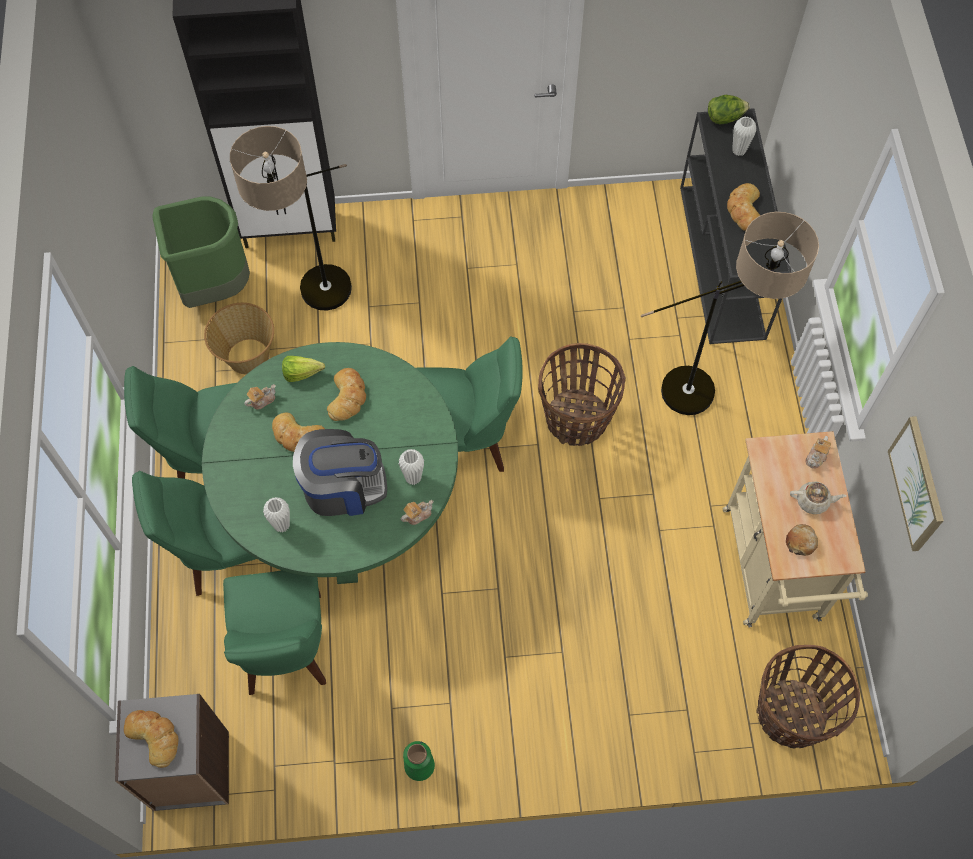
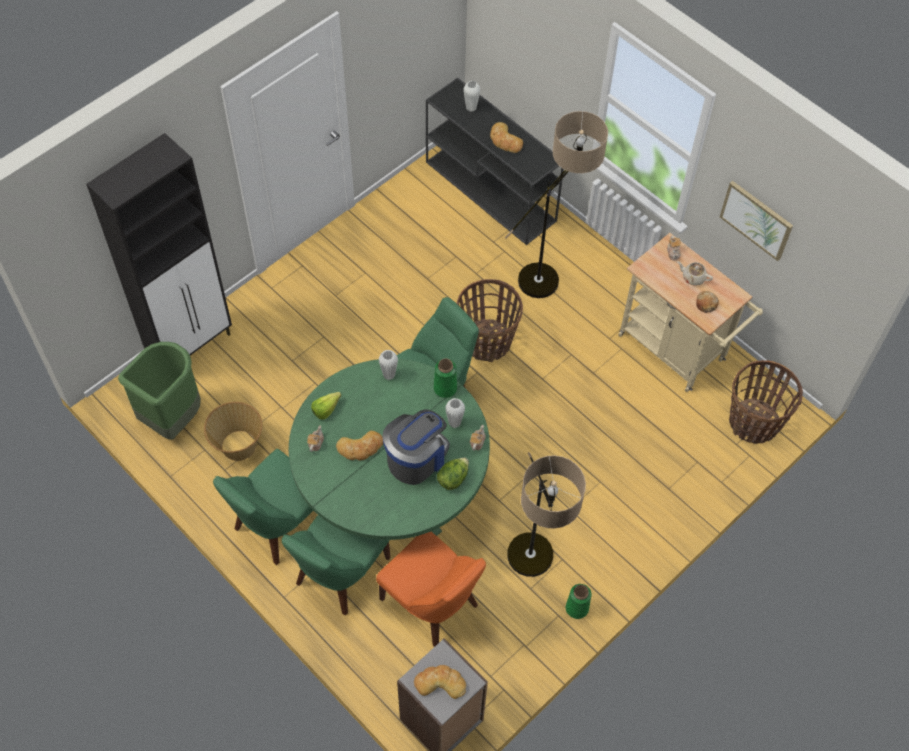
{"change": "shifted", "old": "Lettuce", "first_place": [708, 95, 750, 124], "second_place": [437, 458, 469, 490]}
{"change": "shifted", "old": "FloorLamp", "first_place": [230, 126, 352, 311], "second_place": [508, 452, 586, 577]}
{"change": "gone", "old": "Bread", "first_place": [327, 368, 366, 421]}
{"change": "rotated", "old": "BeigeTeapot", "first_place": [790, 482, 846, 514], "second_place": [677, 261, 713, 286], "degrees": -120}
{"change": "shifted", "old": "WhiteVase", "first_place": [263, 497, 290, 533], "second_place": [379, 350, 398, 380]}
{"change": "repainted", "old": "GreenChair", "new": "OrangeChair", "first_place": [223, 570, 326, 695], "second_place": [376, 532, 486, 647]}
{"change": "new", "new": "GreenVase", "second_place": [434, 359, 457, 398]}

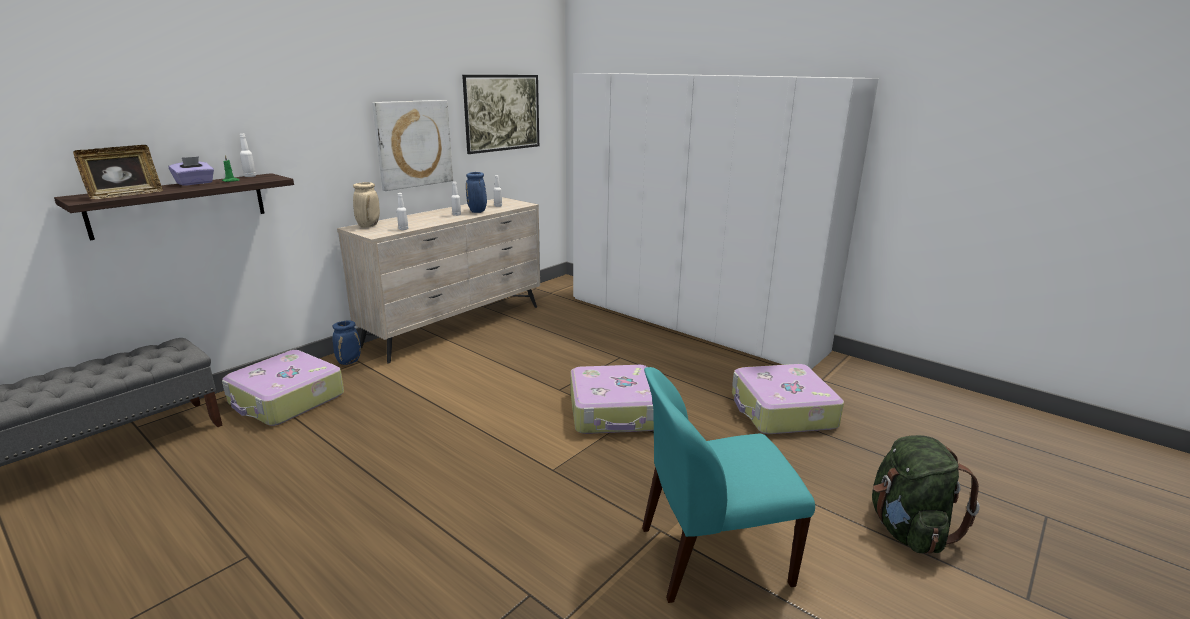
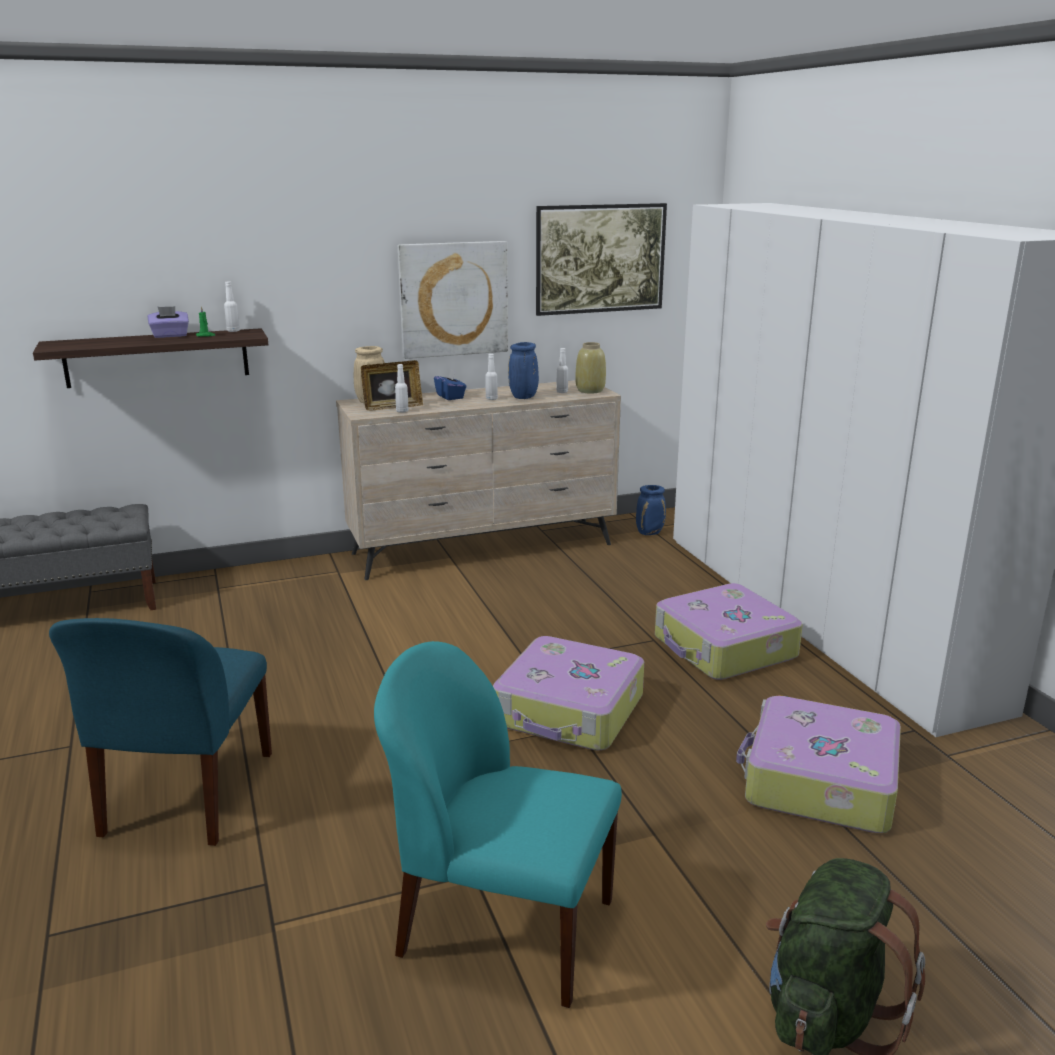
{"change": "shifted", "old": "PictureFrame", "first_place": [73, 145, 163, 199], "second_place": [361, 360, 423, 411]}
{"change": "shifted", "old": "BlueVase", "first_place": [332, 321, 361, 365], "second_place": [636, 485, 666, 535]}
{"change": "shifted", "old": "Suitcase", "first_place": [222, 350, 344, 426], "second_place": [655, 583, 803, 680]}
{"change": "new", "new": "BeigeVase", "second_place": [576, 342, 606, 394]}
{"change": "new", "new": "BlueTissueBox", "second_place": [434, 370, 466, 400]}
{"change": "new", "new": "BlueChair", "second_place": [49, 618, 272, 846]}

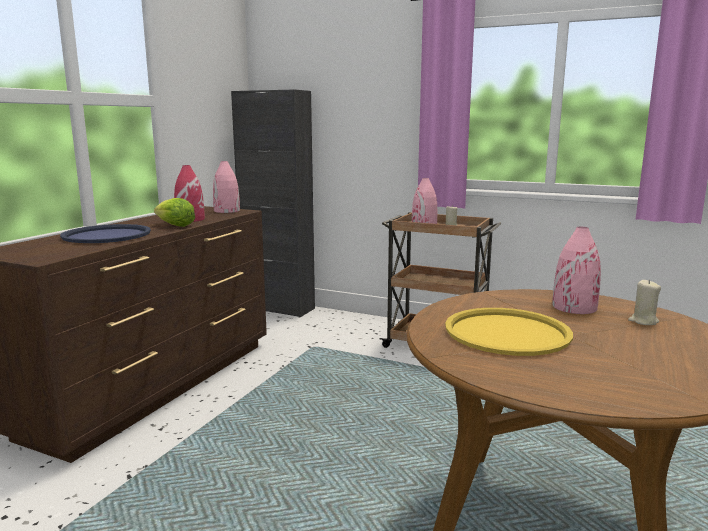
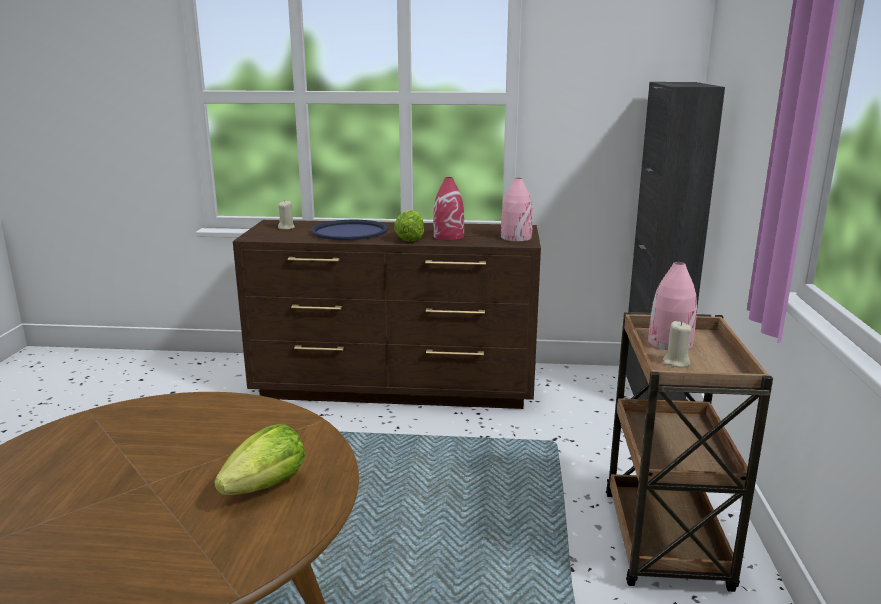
{"change": "swapped", "old": "PinkVase", "new": "Lettuce", "first_place": [552, 227, 601, 314], "second_place": [214, 424, 305, 495]}
{"change": "shifted", "old": "BeigeCandle", "first_place": [628, 280, 661, 325], "second_place": [278, 200, 295, 230]}
{"change": "gone", "old": "YellowTray", "first_place": [445, 308, 573, 356]}

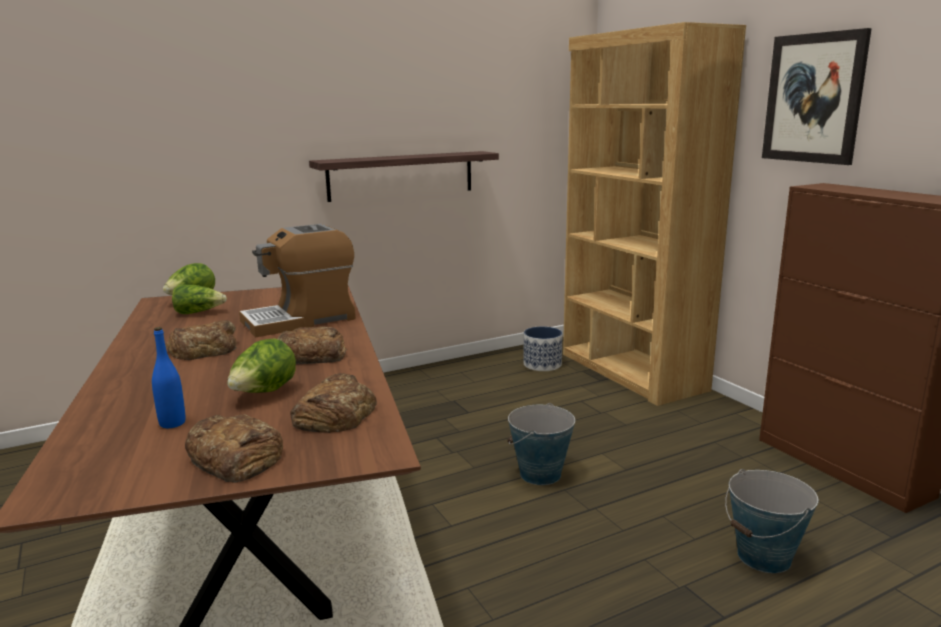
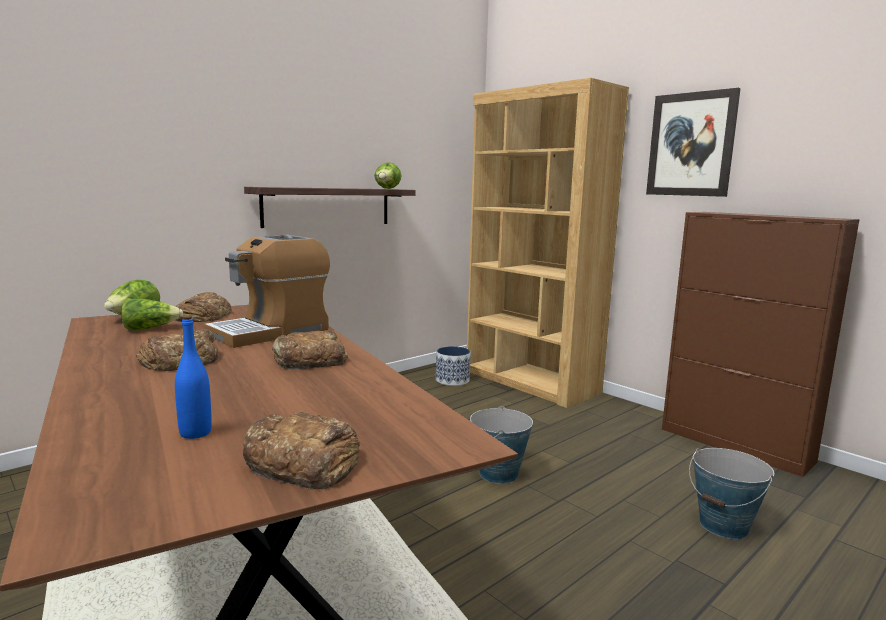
{"change": "shifted", "old": "Lettuce", "first_place": [227, 338, 296, 393], "second_place": [374, 162, 401, 189]}
{"change": "shifted", "old": "Bread", "first_place": [290, 373, 377, 433], "second_place": [174, 292, 231, 322]}

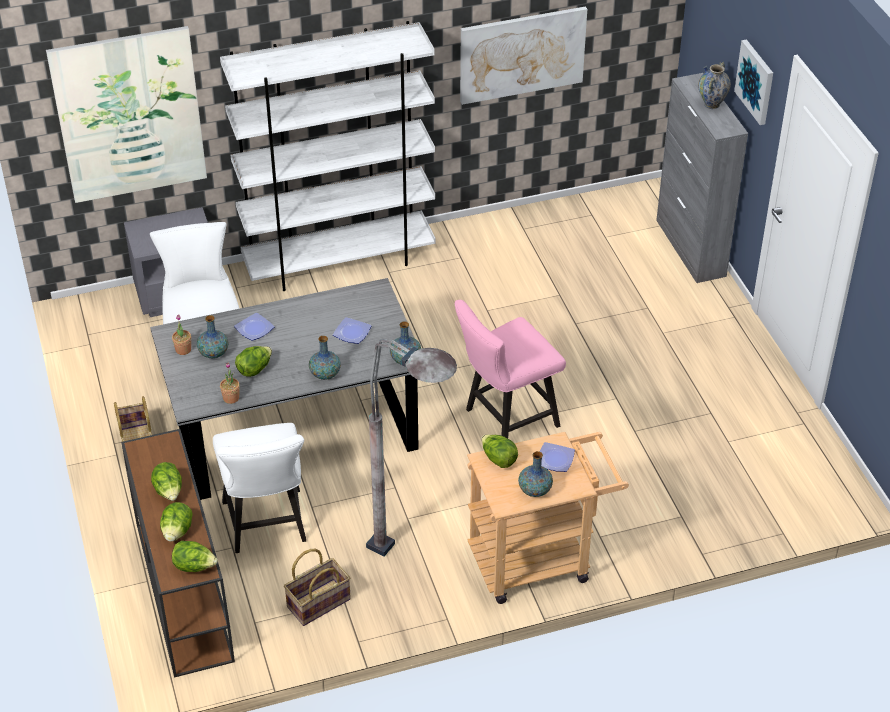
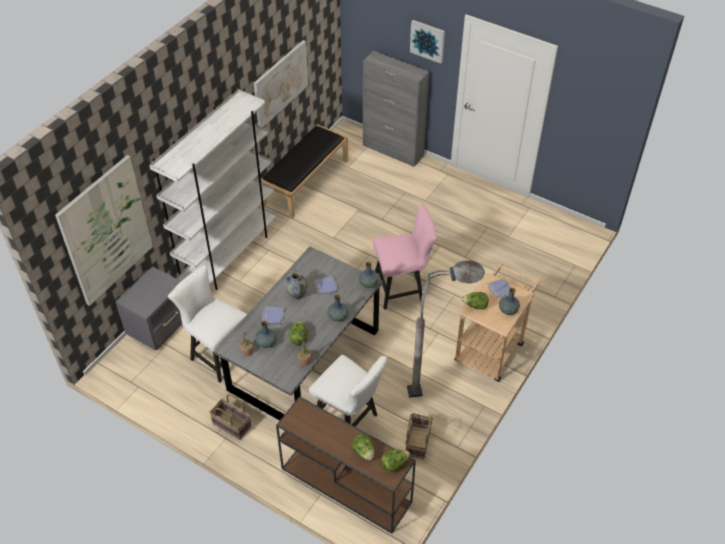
{"change": "shifted", "old": "Vase", "first_place": [698, 62, 731, 109], "second_place": [285, 268, 308, 300]}
{"change": "rotated", "old": "PinkChair", "first_place": [454, 300, 566, 438], "second_place": [373, 204, 437, 310], "degrees": -120}
{"change": "gone", "old": "Lettuce", "first_place": [151, 462, 182, 501]}
{"change": "new", "new": "BlackBench", "second_place": [261, 124, 348, 219]}

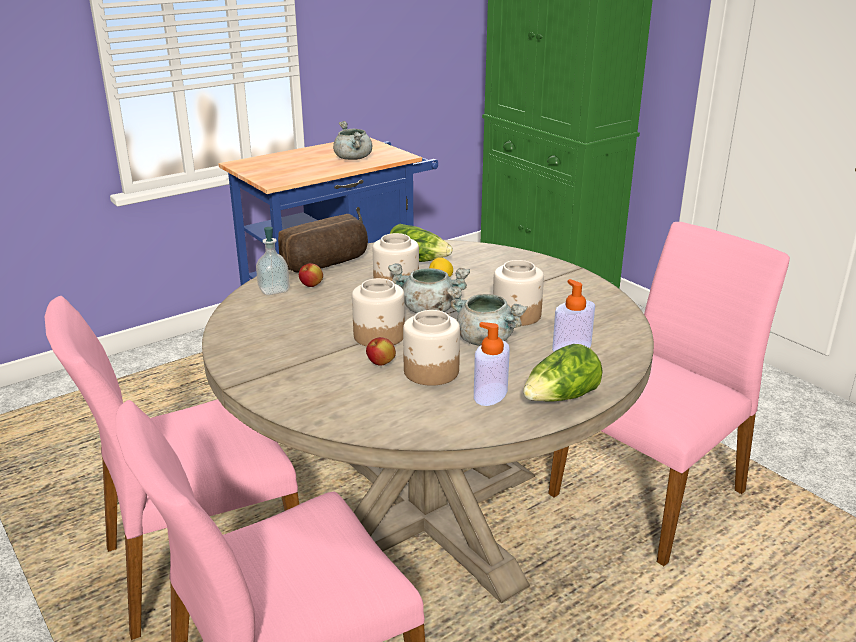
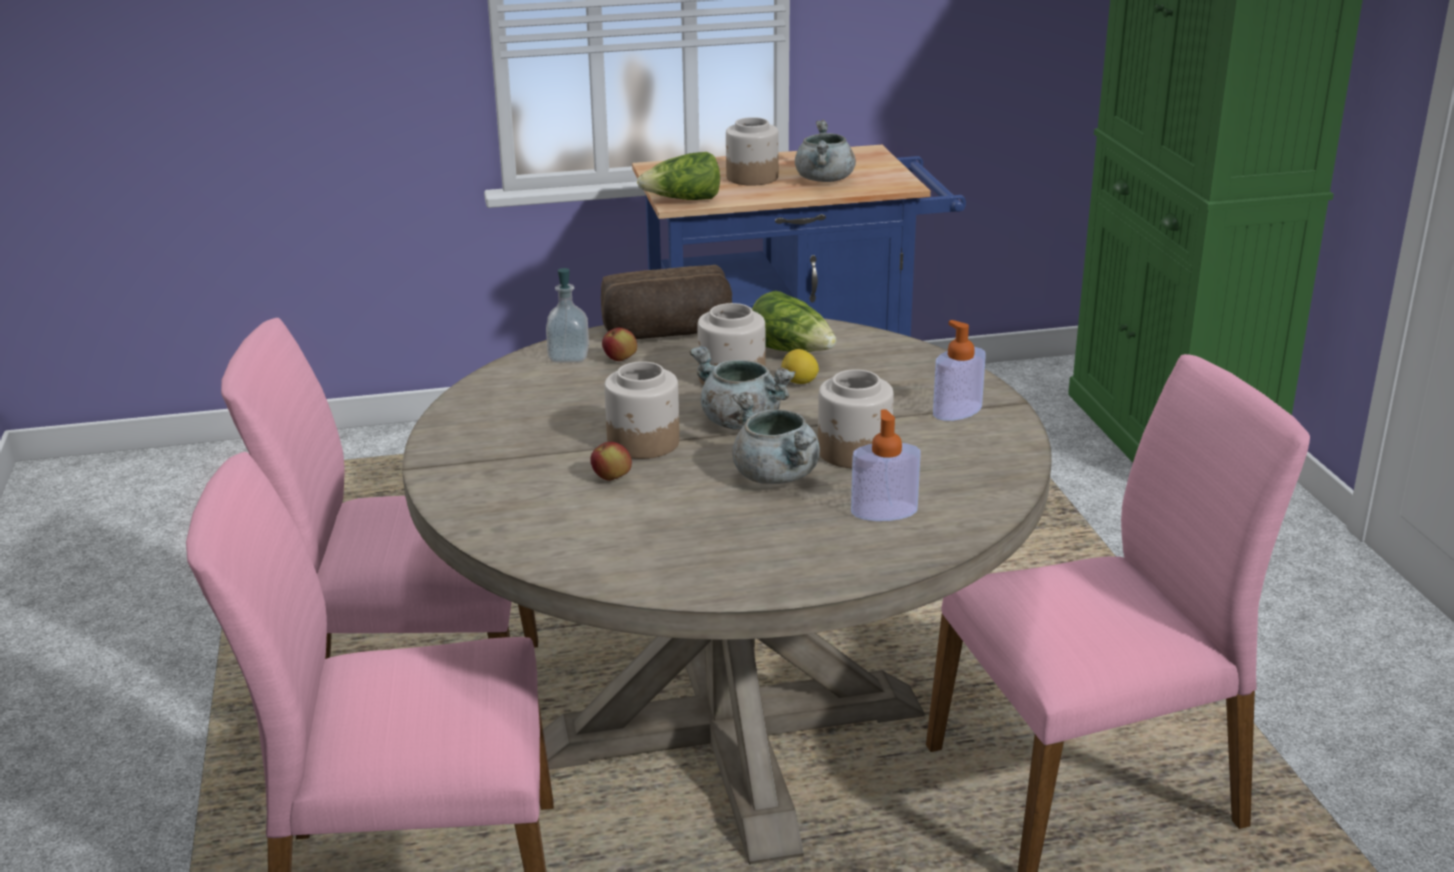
{"change": "shifted", "old": "Jar", "first_place": [403, 310, 460, 386], "second_place": [726, 117, 779, 186]}
{"change": "shifted", "old": "SoapDispenser", "first_place": [474, 322, 510, 406], "second_place": [933, 320, 986, 421]}
{"change": "shifted", "old": "Lettuce", "first_place": [523, 344, 603, 402], "second_place": [637, 152, 720, 200]}

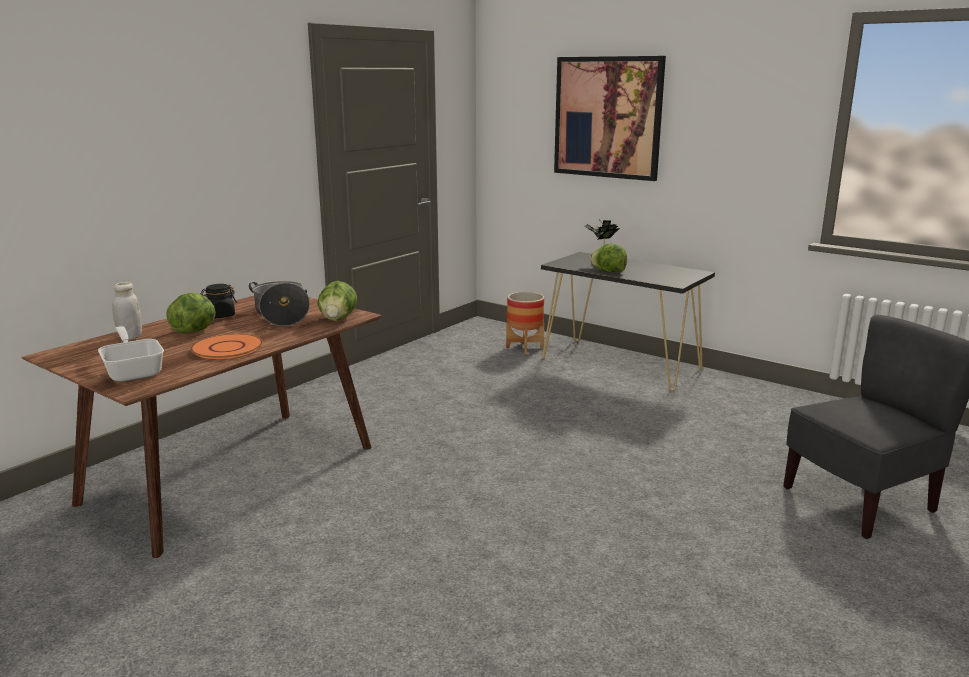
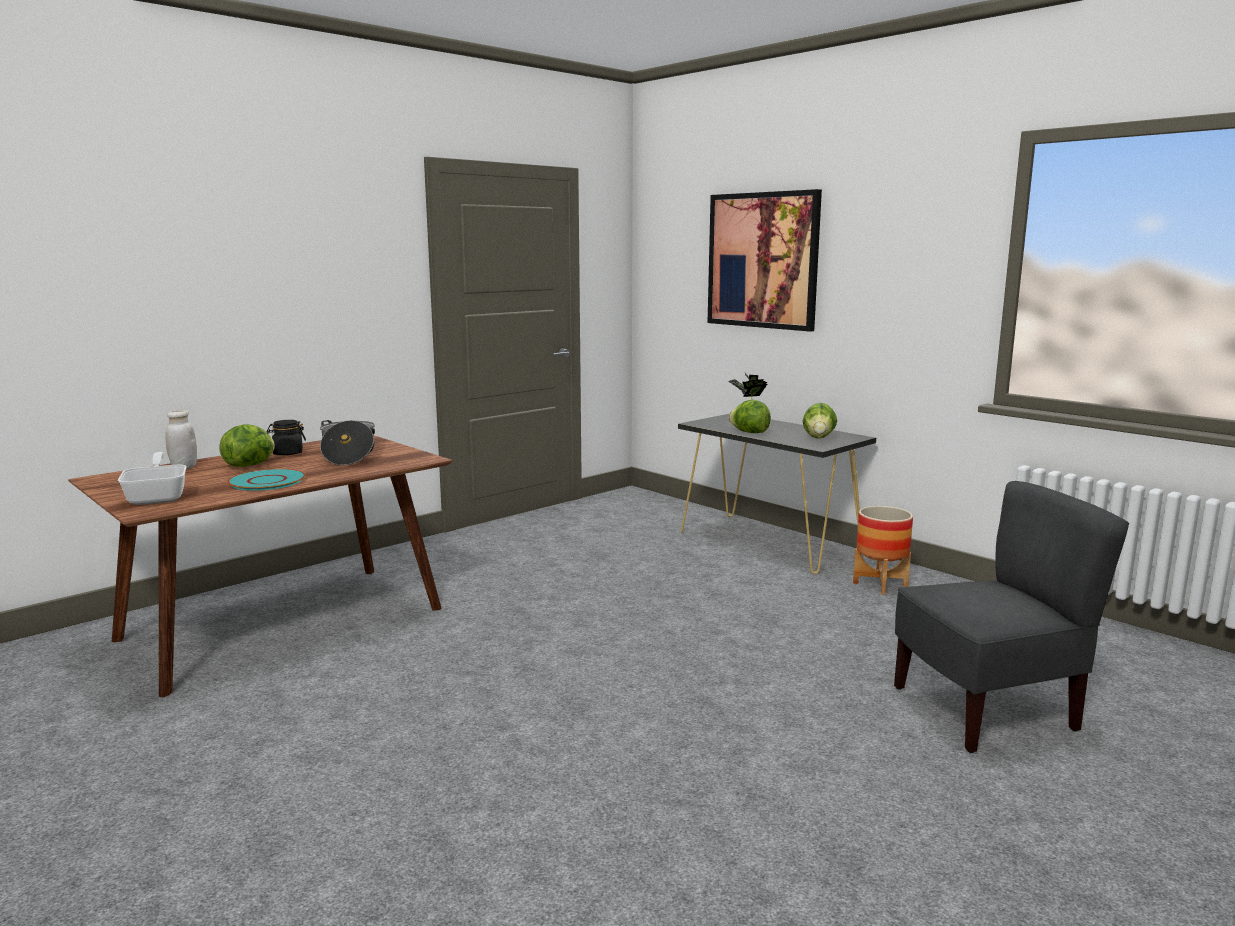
{"change": "shifted", "old": "Lettuce", "first_place": [317, 281, 357, 321], "second_place": [803, 403, 837, 439]}
{"change": "shifted", "old": "Planter", "first_place": [506, 292, 544, 354], "second_place": [853, 506, 913, 595]}
{"change": "repainted", "old": "OrangePlate", "new": "TurquoisePlate", "first_place": [190, 334, 263, 359], "second_place": [227, 469, 306, 491]}

